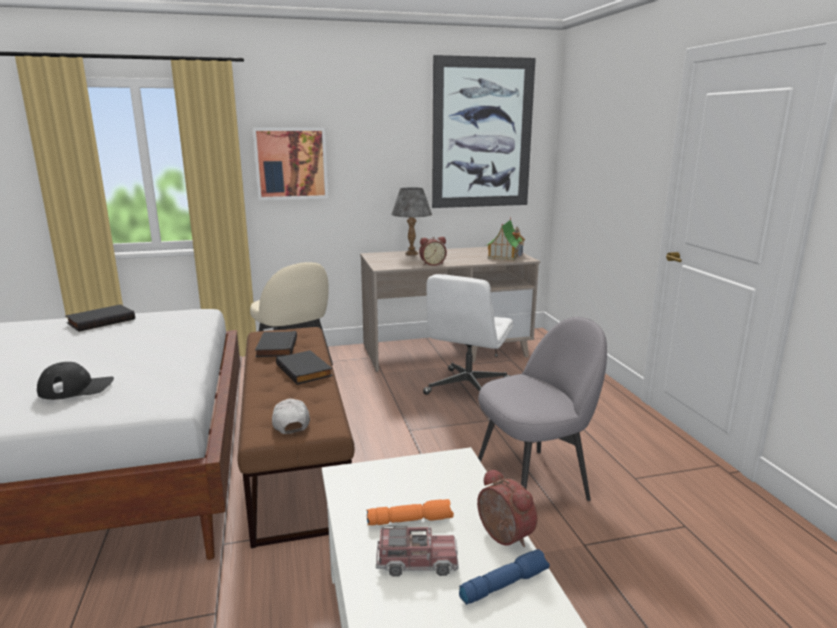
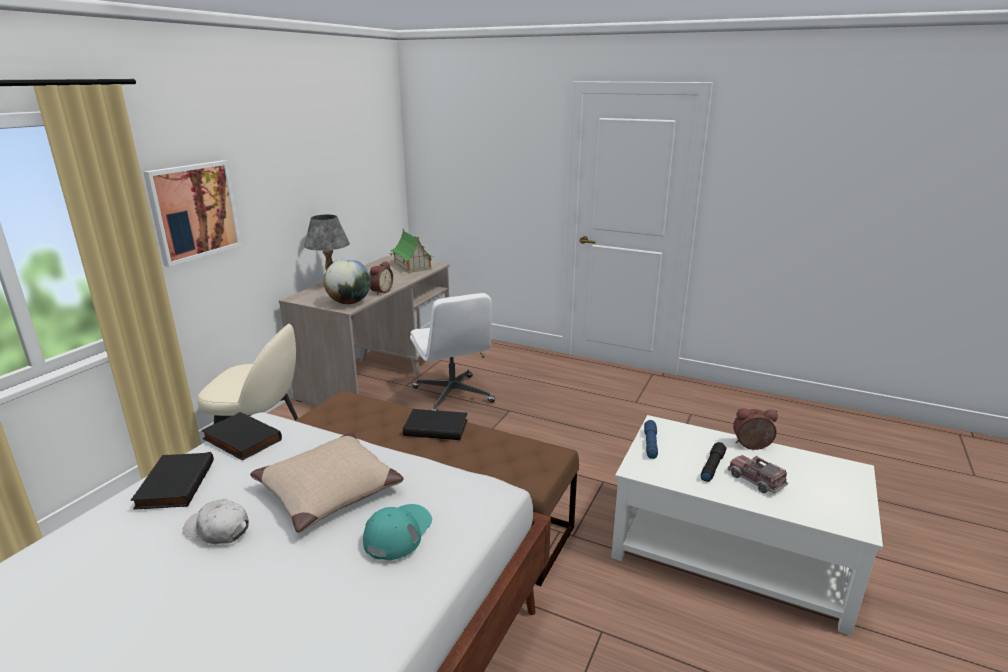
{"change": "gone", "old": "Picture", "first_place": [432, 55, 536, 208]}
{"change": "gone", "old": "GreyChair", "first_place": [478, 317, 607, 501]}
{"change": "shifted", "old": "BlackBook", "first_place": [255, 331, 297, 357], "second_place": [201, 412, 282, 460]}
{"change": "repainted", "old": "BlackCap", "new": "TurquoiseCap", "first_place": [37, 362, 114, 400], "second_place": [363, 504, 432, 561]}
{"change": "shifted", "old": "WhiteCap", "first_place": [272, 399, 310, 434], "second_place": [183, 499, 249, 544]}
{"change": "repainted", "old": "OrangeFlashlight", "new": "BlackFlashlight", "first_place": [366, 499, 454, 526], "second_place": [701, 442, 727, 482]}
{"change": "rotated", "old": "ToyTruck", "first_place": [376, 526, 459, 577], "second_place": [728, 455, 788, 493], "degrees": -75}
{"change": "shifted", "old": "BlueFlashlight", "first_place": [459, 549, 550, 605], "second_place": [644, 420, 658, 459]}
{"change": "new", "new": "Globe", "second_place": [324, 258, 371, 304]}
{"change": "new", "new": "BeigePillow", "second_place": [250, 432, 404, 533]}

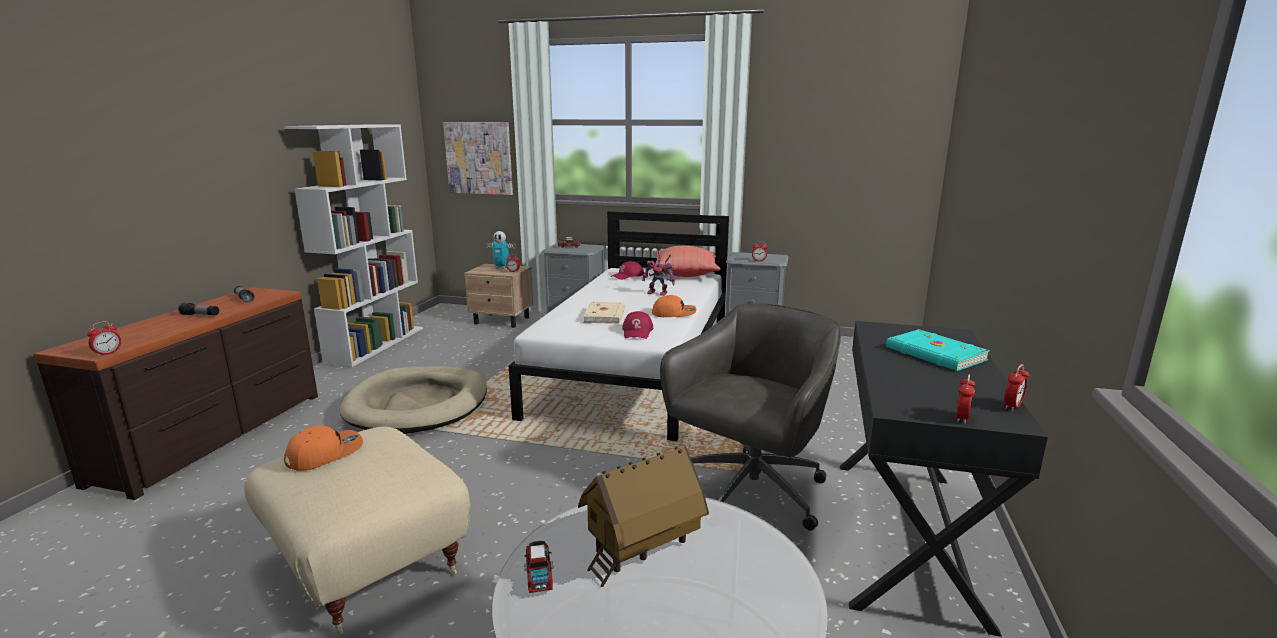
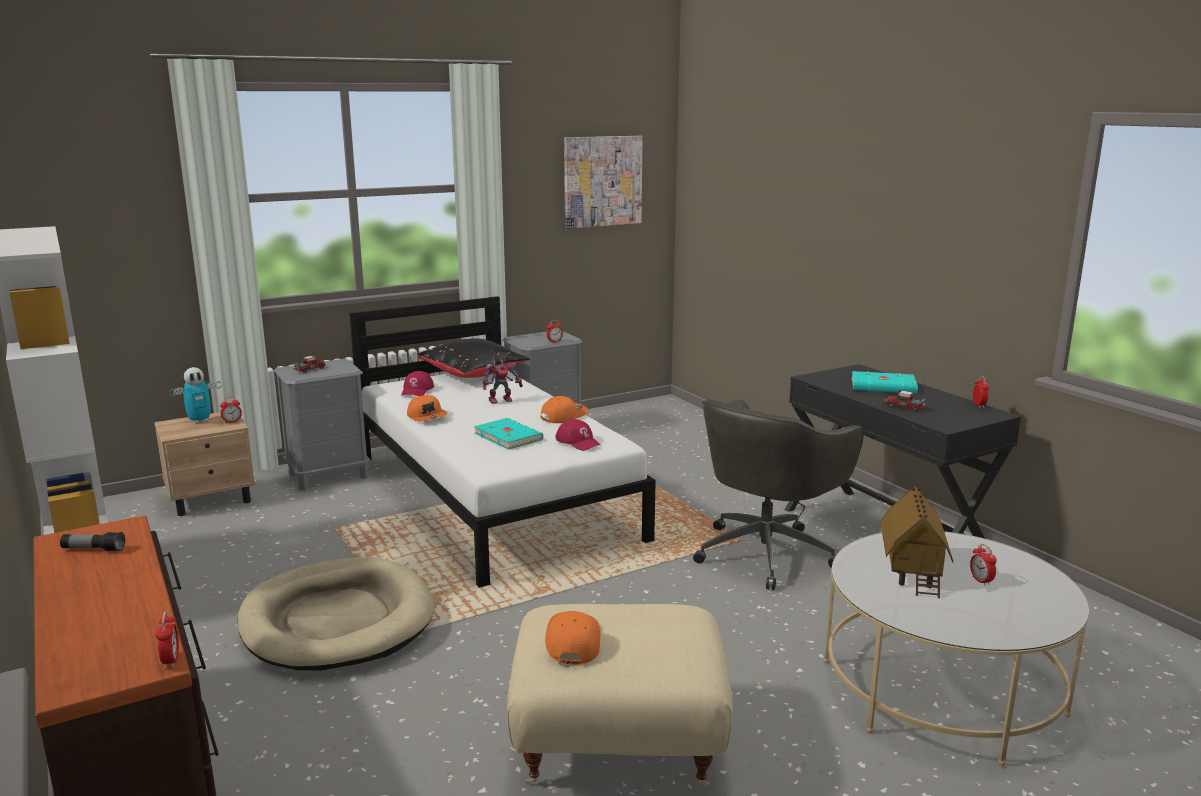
{"change": "shifted", "old": "Picture", "first_place": [443, 122, 513, 195], "second_place": [564, 136, 643, 229]}
{"change": "repainted", "old": "RedPillow", "new": "BlackPillow", "first_place": [655, 246, 721, 277], "second_place": [417, 338, 530, 378]}
{"change": "gone", "old": "Flashlight", "first_place": [178, 302, 219, 316]}
{"change": "repainted", "old": "BeigeBook", "new": "TurquoiseBook", "first_place": [583, 302, 625, 324], "second_place": [474, 418, 543, 450]}
{"change": "rotated", "old": "GreyOfficeChair", "first_place": [660, 303, 841, 531], "second_place": [693, 399, 864, 590], "degrees": -135}
{"change": "shifted", "old": "AlarmClock", "first_place": [956, 374, 976, 423], "second_place": [970, 544, 997, 586]}
{"change": "shifted", "old": "ToyTruck", "first_place": [524, 541, 553, 593], "second_place": [885, 382, 926, 412]}
{"change": "new", "new": "OrangeCap", "second_place": [407, 395, 448, 422]}

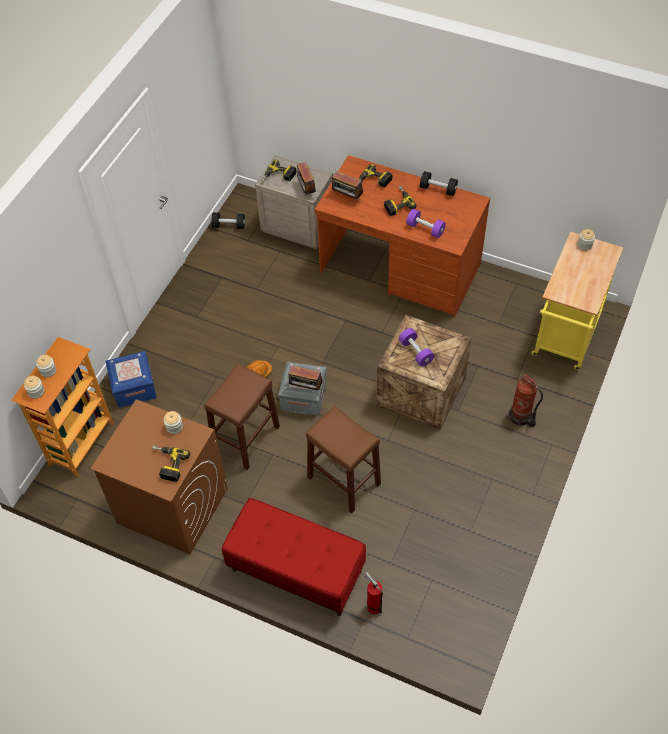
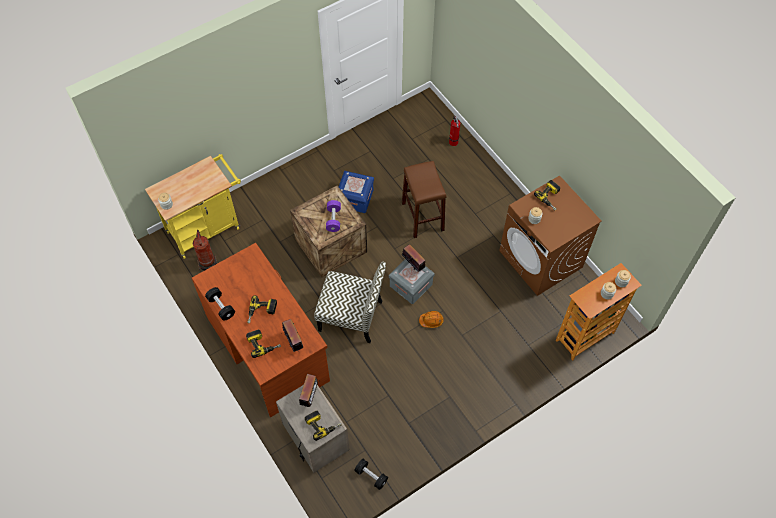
{"change": "gone", "old": "PurpleDumbbell", "first_place": [406, 209, 446, 238]}
{"change": "shifted", "old": "BlueStorageBox", "first_place": [106, 351, 157, 408], "second_place": [339, 171, 374, 213]}
{"change": "gone", "old": "BrownStool", "first_place": [204, 364, 280, 470]}
{"change": "shifted", "old": "FireExtinguisher", "first_place": [506, 374, 543, 427], "second_place": [193, 230, 217, 272]}
{"change": "gone", "old": "RedBench", "first_place": [222, 498, 366, 616]}
{"change": "new", "new": "Chair", "second_place": [314, 262, 386, 343]}

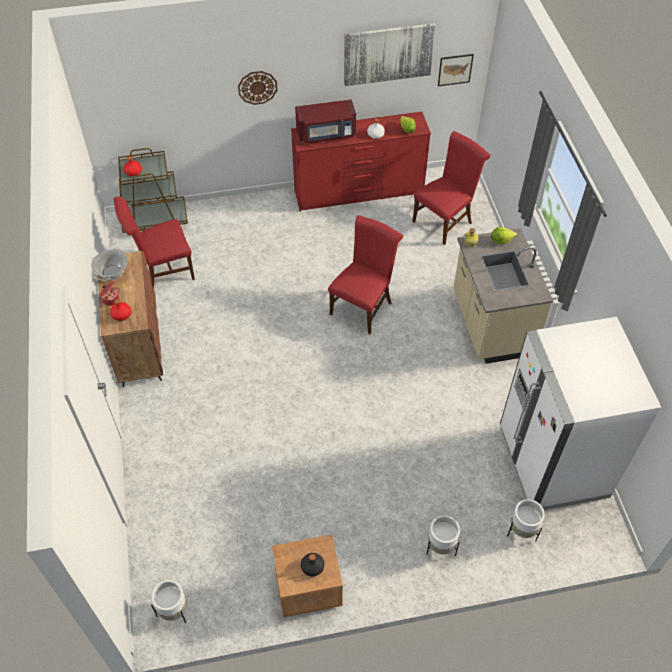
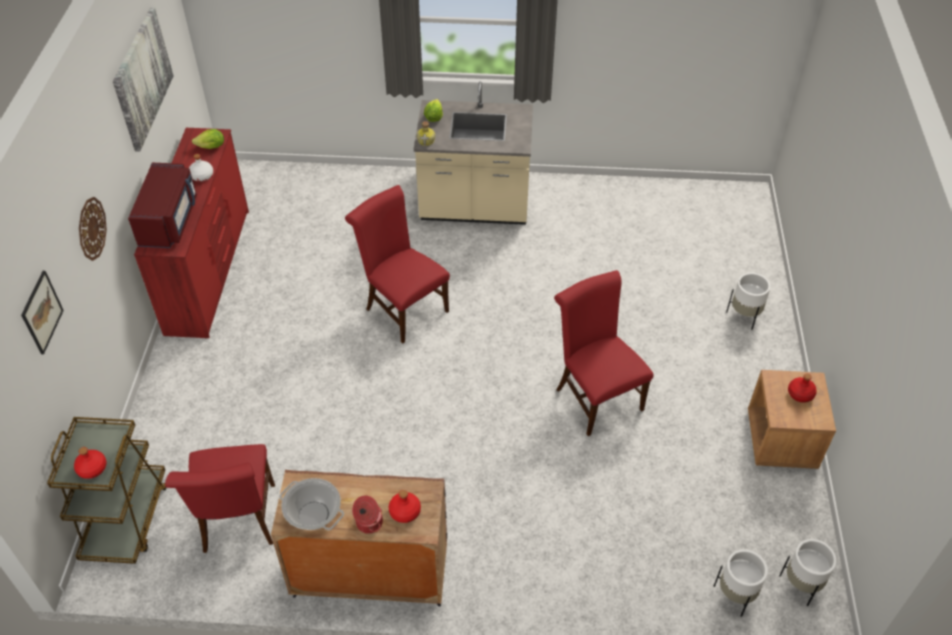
{"change": "shifted", "old": "Picture", "first_place": [438, 54, 474, 86], "second_place": [21, 271, 64, 354]}
{"change": "shifted", "old": "RedChair", "first_place": [412, 131, 491, 245], "second_place": [554, 270, 654, 436]}
{"change": "gone", "old": "WhiteFridge", "first_place": [500, 317, 661, 510]}
{"change": "shifted", "old": "WhitePlanter", "first_place": [507, 499, 545, 541], "second_place": [714, 549, 768, 617]}
{"change": "repainted", "old": "BlackBottle", "new": "RedBottle", "first_place": [301, 553, 324, 577], "second_place": [788, 373, 817, 403]}

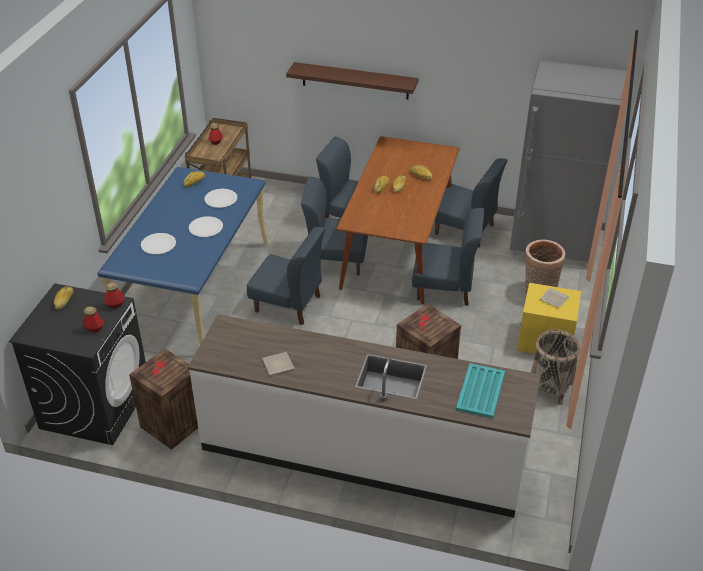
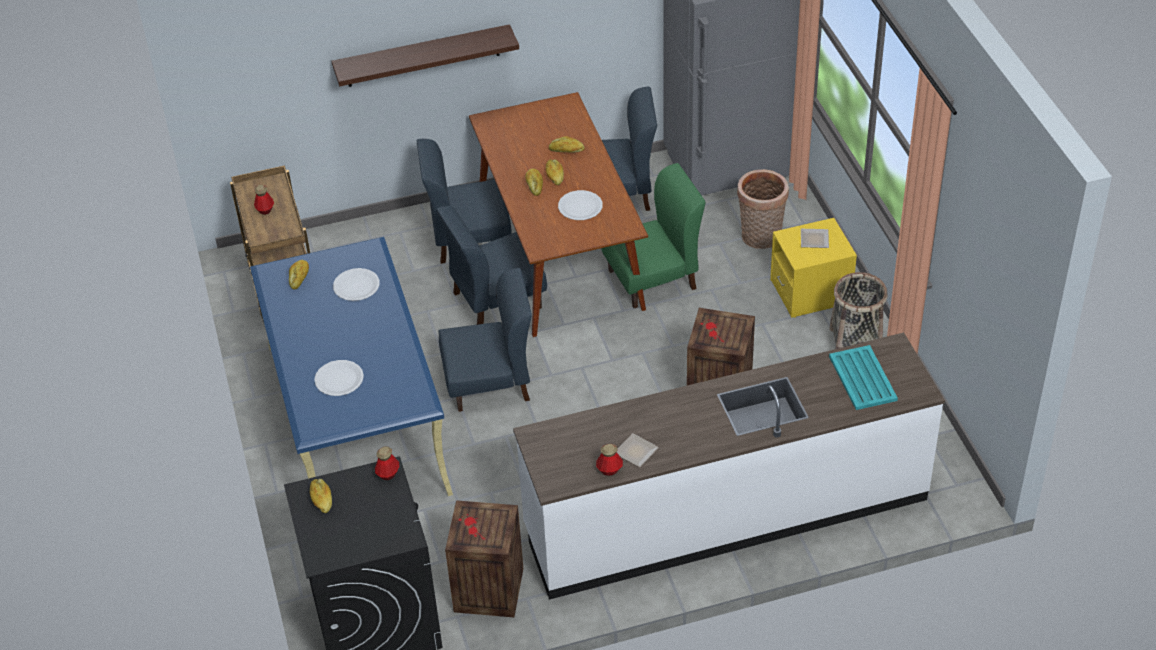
{"change": "repainted", "old": "BlueChair", "new": "GreenChair", "first_place": [412, 208, 485, 306], "second_place": [601, 163, 705, 308]}
{"change": "shifted", "old": "WhitePlate", "first_place": [189, 216, 223, 237], "second_place": [558, 190, 603, 220]}
{"change": "shifted", "old": "Bottle", "first_place": [83, 306, 104, 332], "second_place": [596, 444, 623, 476]}

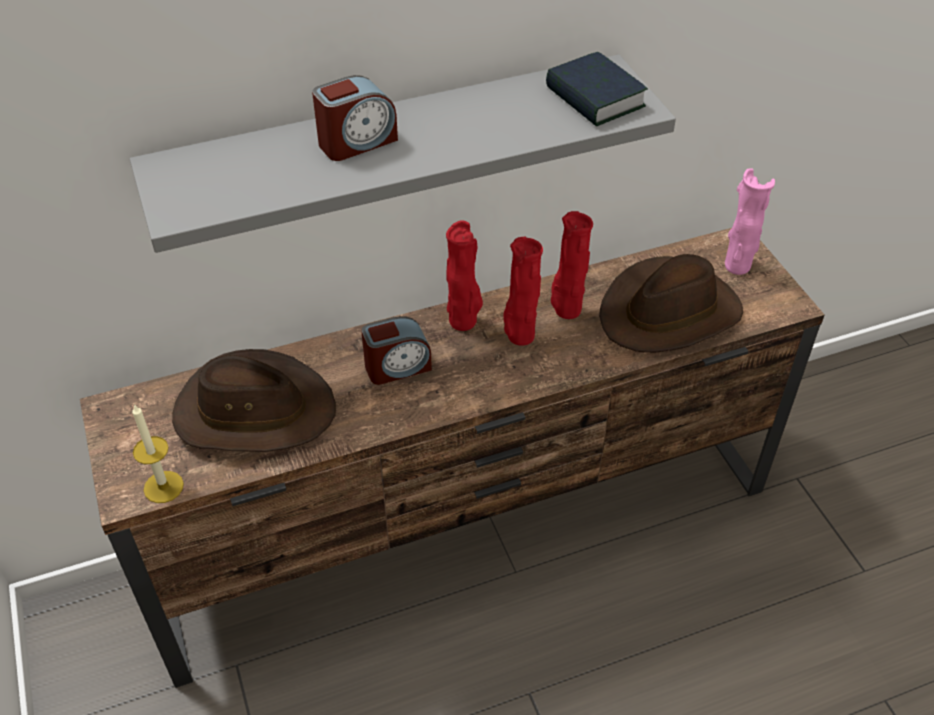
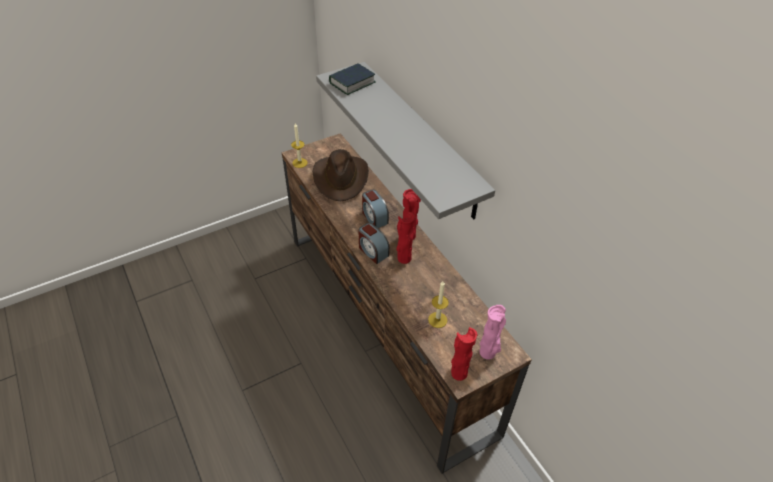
{"change": "shifted", "old": "Book", "first_place": [546, 52, 648, 126], "second_place": [329, 63, 376, 95]}
{"change": "shifted", "old": "AlarmClock", "first_place": [312, 75, 398, 161], "second_place": [358, 223, 389, 264]}
{"change": "shifted", "old": "RedVase", "first_place": [551, 211, 593, 319], "second_place": [451, 327, 478, 381]}
{"change": "swapped", "old": "BrownHat", "new": "Candle", "first_place": [599, 254, 743, 353], "second_place": [428, 281, 449, 328]}

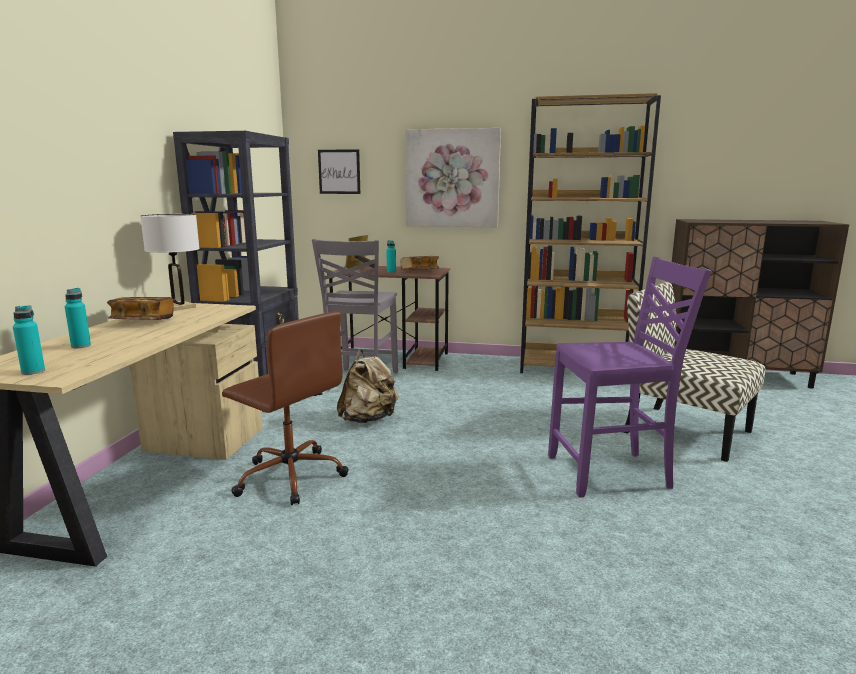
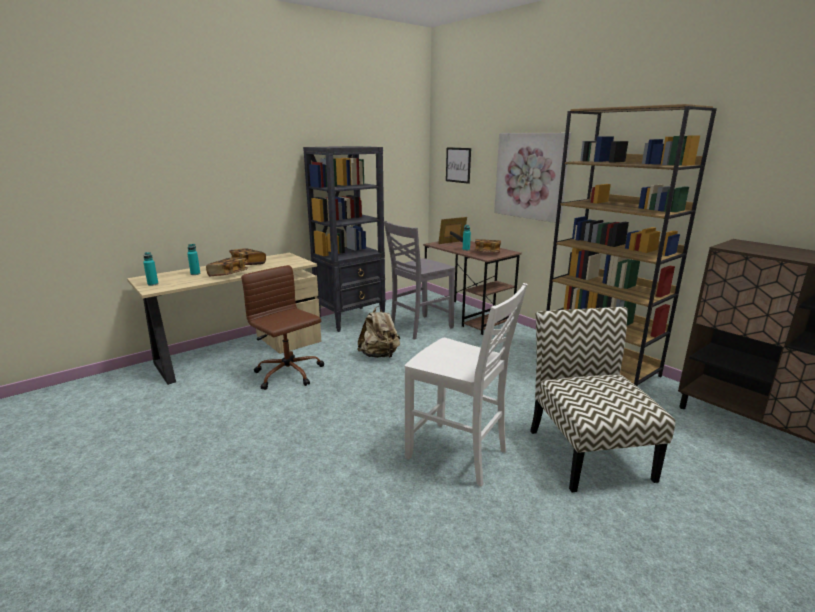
{"change": "gone", "old": "WhiteTableLamp", "first_place": [140, 214, 200, 311]}
{"change": "repainted", "old": "PurpleChair", "new": "WhiteChair", "first_place": [548, 257, 711, 498], "second_place": [405, 283, 528, 487]}
{"change": "rotated", "old": "BrownOfficeChair", "first_place": [222, 312, 349, 505], "second_place": [241, 265, 324, 390], "degrees": 150}
{"change": "new", "new": "Book", "second_place": [206, 257, 248, 276]}

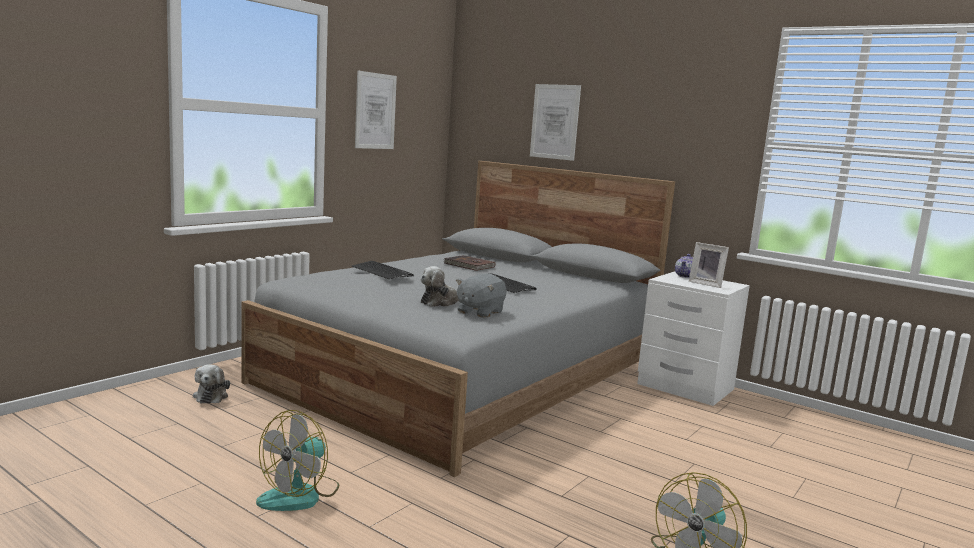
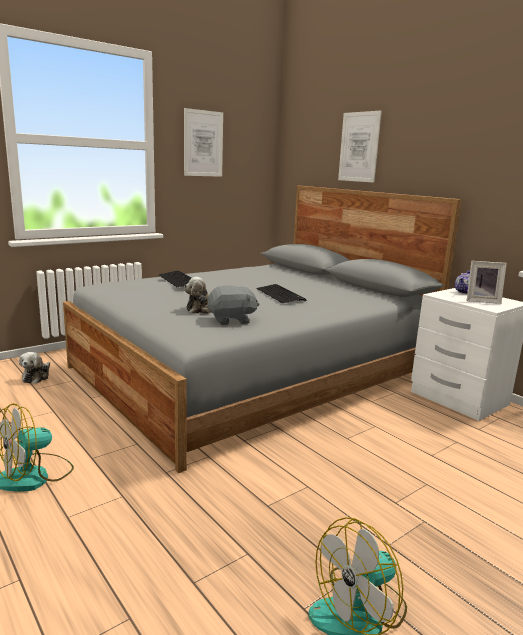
{"change": "rotated", "old": "PictureFrame", "first_place": [689, 242, 729, 288], "second_place": [467, 261, 507, 304], "degrees": -45}
{"change": "gone", "old": "BrownBook", "first_place": [444, 255, 495, 271]}
{"change": "rotated", "old": "GreyPlushToy", "first_place": [456, 274, 507, 318], "second_place": [207, 285, 259, 325], "degrees": -150}

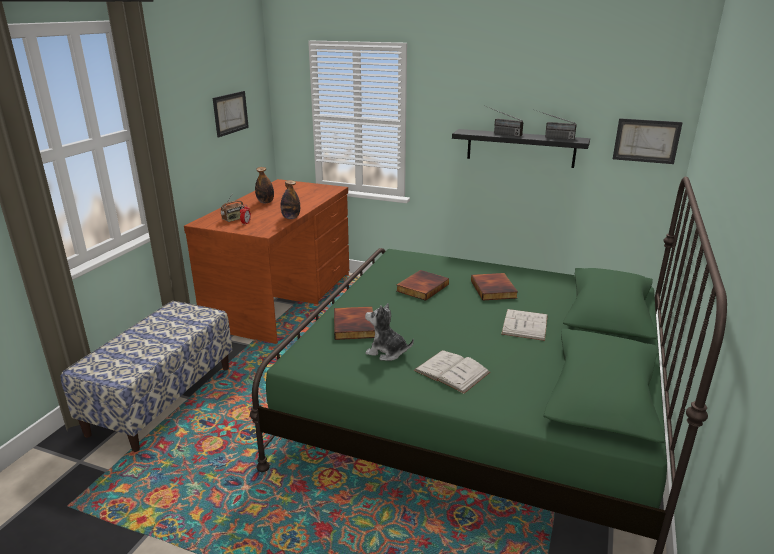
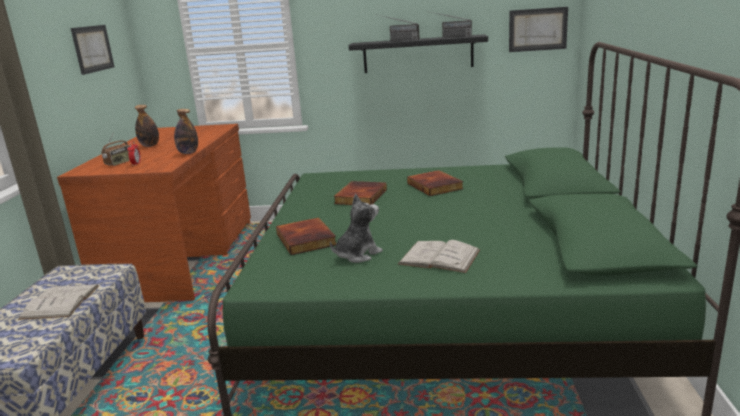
{"change": "rotated", "old": "PlushToy", "first_place": [365, 303, 414, 361], "second_place": [330, 193, 383, 263], "degrees": 135}
{"change": "shifted", "old": "WhiteBook", "first_place": [501, 309, 548, 341], "second_place": [18, 284, 100, 320]}

